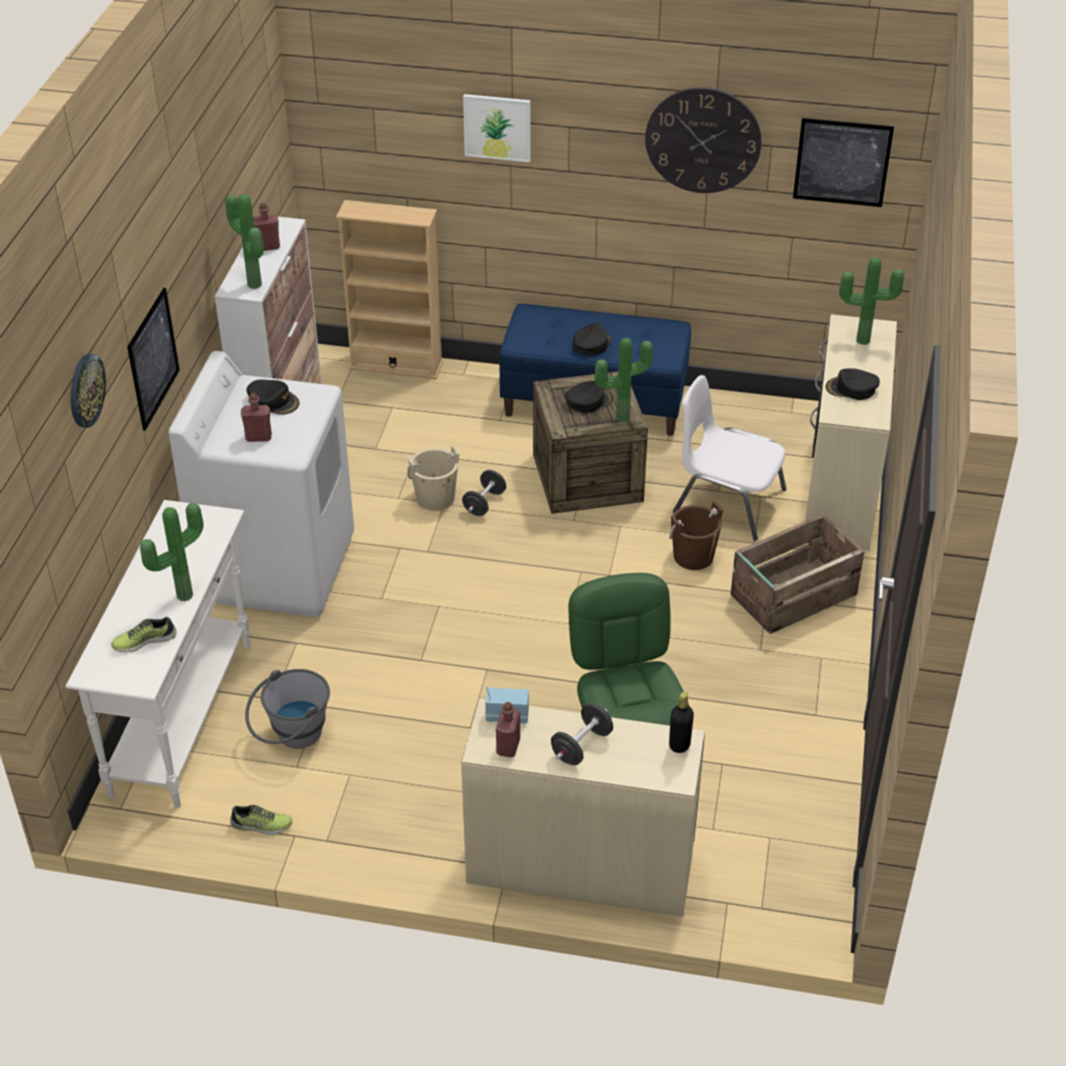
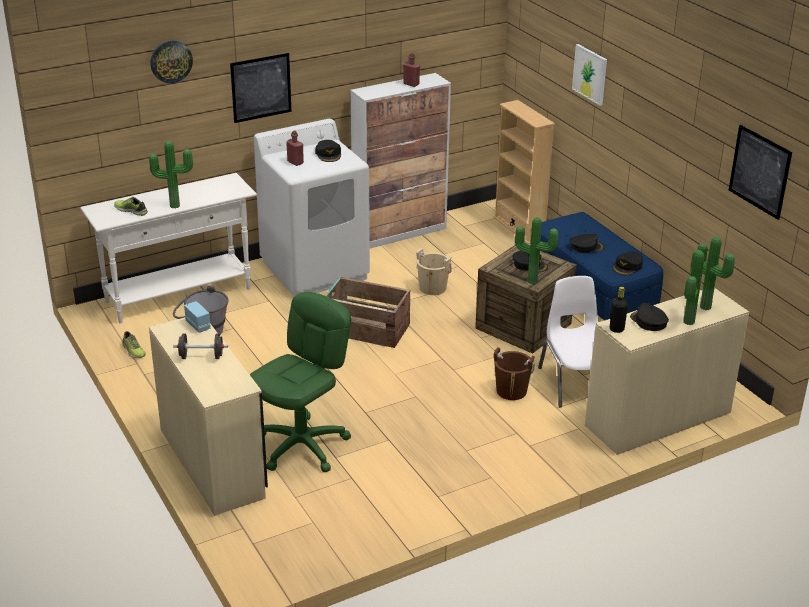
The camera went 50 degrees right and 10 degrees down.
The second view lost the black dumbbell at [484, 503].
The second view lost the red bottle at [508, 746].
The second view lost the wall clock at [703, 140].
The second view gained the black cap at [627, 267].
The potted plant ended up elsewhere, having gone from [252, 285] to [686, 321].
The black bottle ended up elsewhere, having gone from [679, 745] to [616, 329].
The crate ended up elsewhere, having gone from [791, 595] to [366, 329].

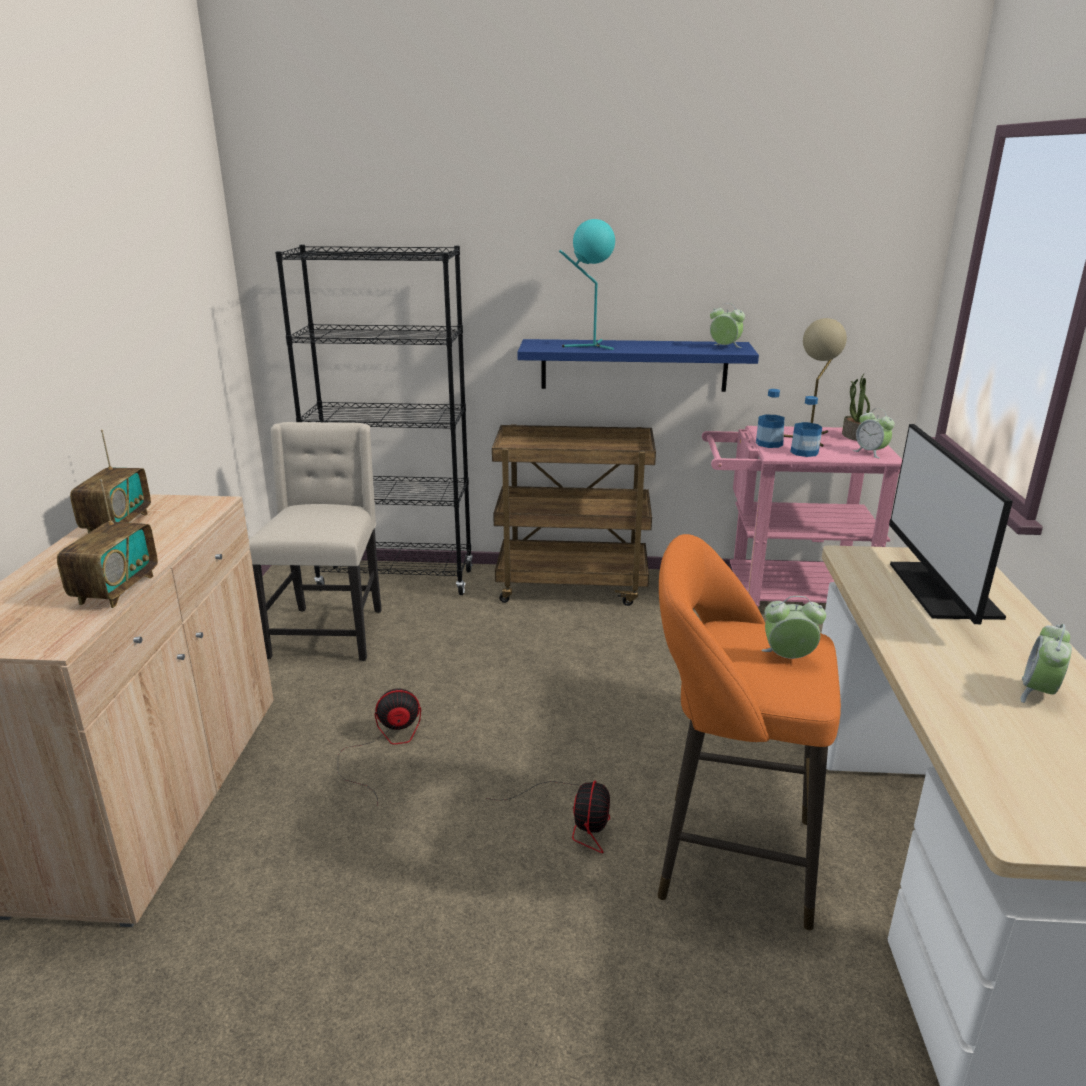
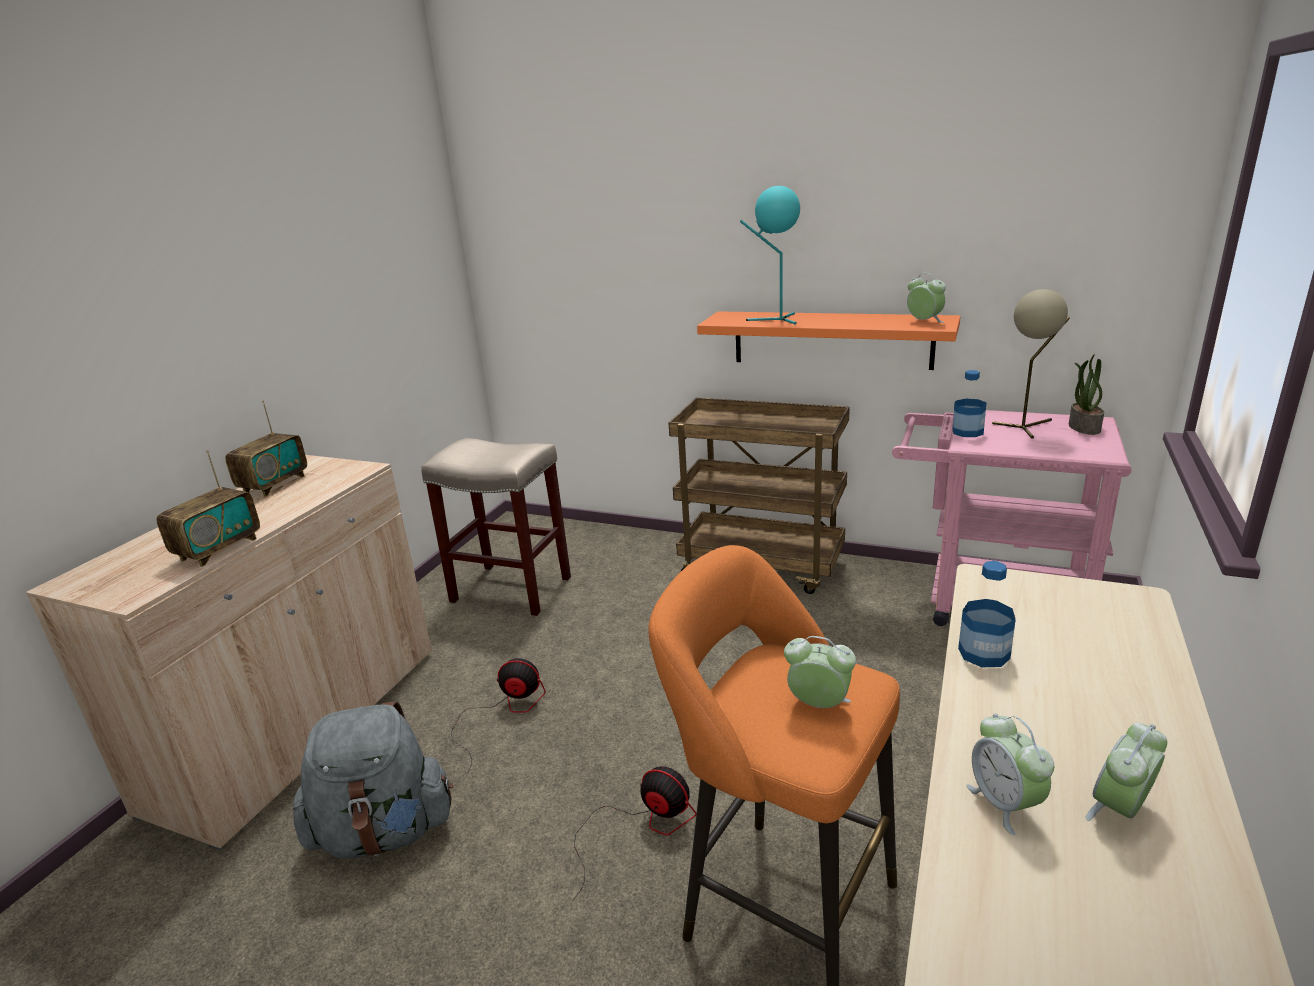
The camera went 20 degrees right and 0 degrees up.
The second view lost the black bookcase at [397, 580].
The second view lost the monitor at [941, 590].
The second view gained the grey backpack at [384, 832].
The bottle ended up elsewhere, having gone from [804, 452] to [984, 653].
The alarm clock ended up elsewhere, having gone from [870, 453] to [1004, 804].
Where the beige chair stood at [329, 632], the beige stool came to stand at [513, 589].
What was the blue shelf at [634, 365] turned into the orange shelf at [831, 339].
The fan at [575, 819] ended up facing another way, 90 degrees counterclockwise from before.

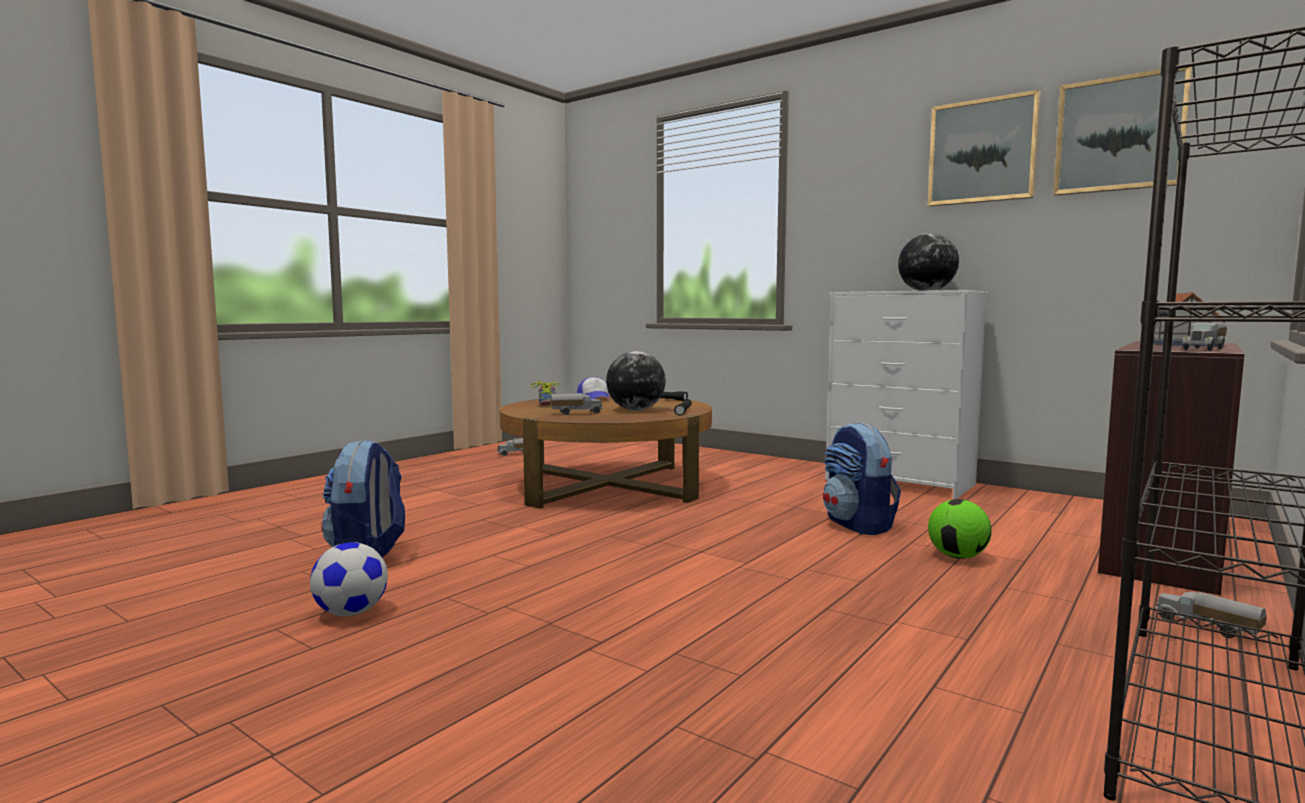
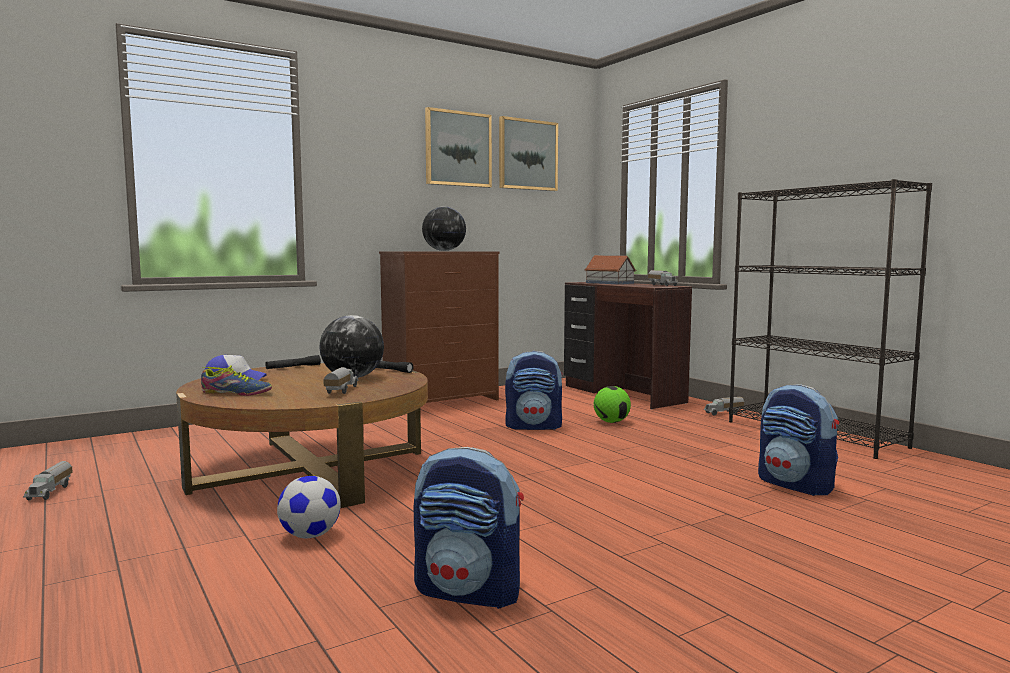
The camera went 70 degrees left and 0 degrees up.
The second view gained the backpack at [796, 485].
The football ended up elsewhere, having gone from [351, 613] to [310, 535].
What was the white dresser at [901, 482] turned into the brown dresser at [442, 400].

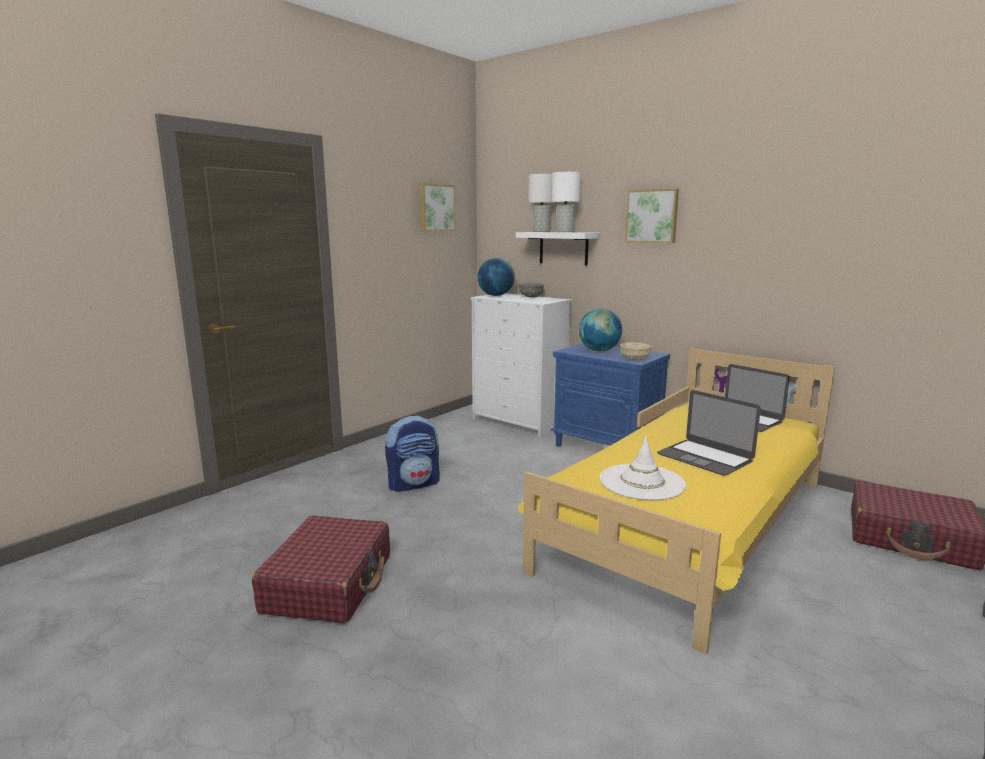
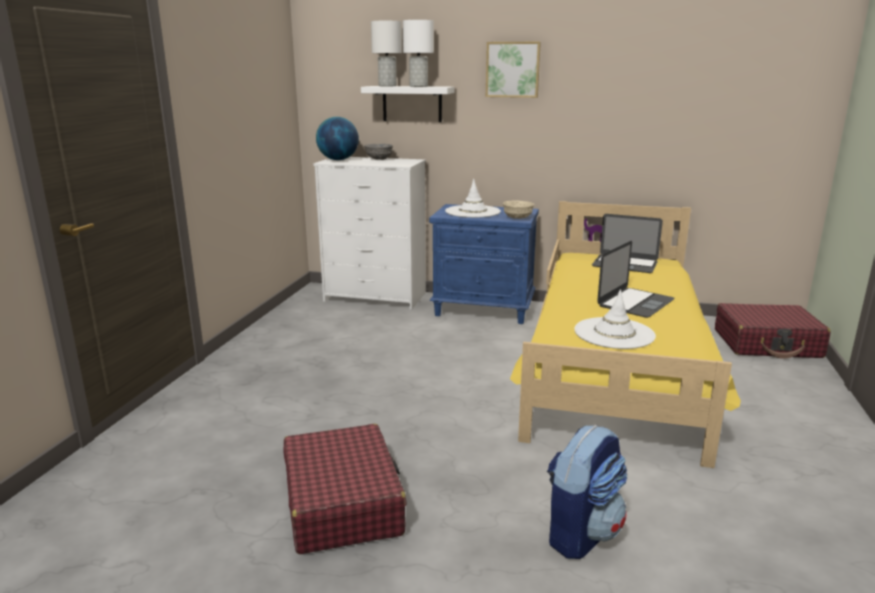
The camera went 25 degrees left and 5 degrees up.
The second view lost the picture at [436, 208].
The backpack ended up elsewhere, having gone from [414, 484] to [581, 533].
Where the globe stood at [599, 350], the white hat came to stand at [472, 212].
The laptop at [704, 457] ended up facing another way, 75 degrees counterclockwise from before.

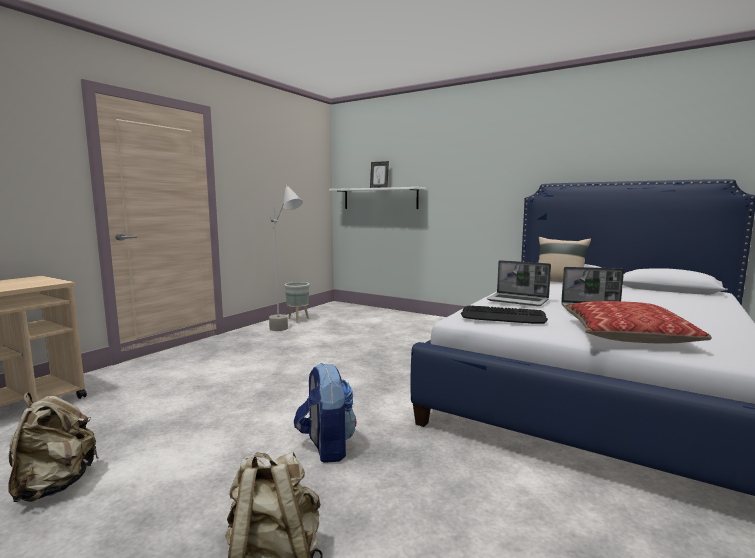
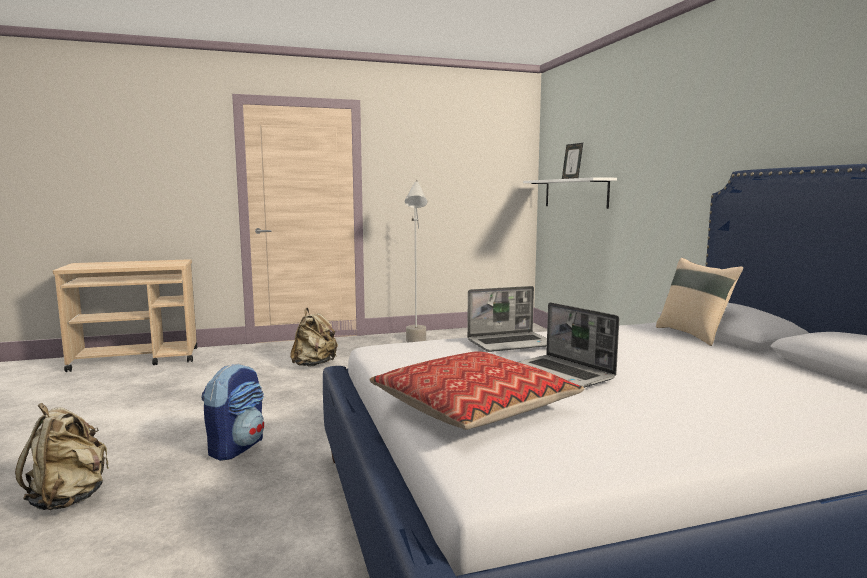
The camera went 40 degrees right and 0 degrees up.
The second view lost the grey planter at [298, 320].
The second view lost the keyboard at [503, 316].
The beige backpack ended up elsewhere, having gone from [54, 485] to [314, 365].
The laptop at [518, 301] ended up facing another way, 90 degrees counterclockwise from before.

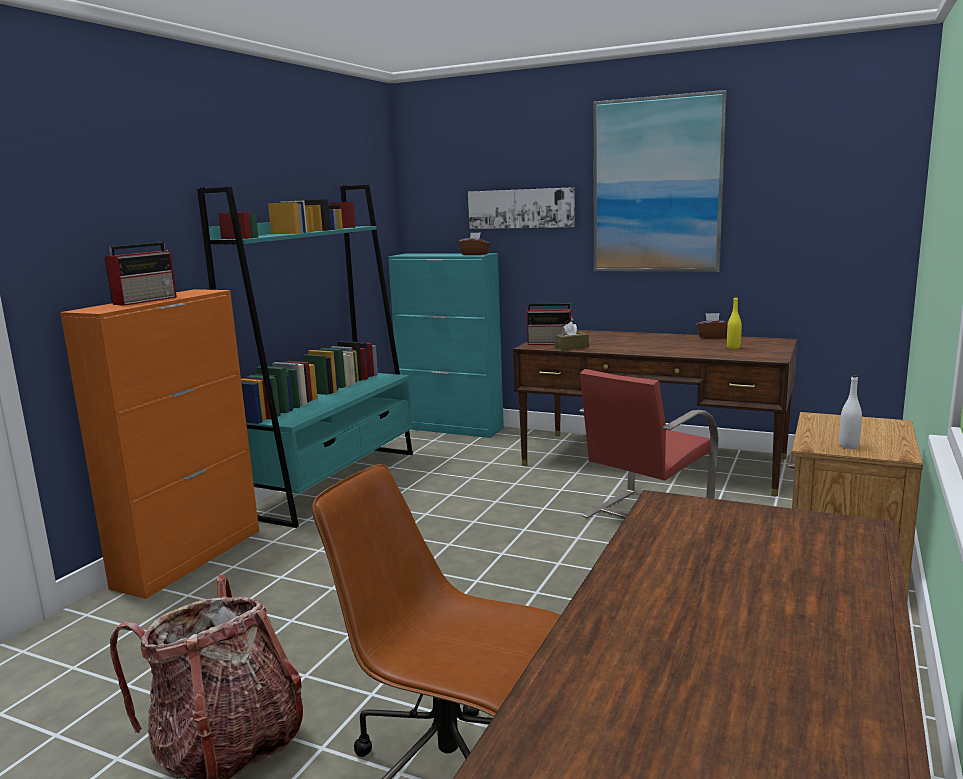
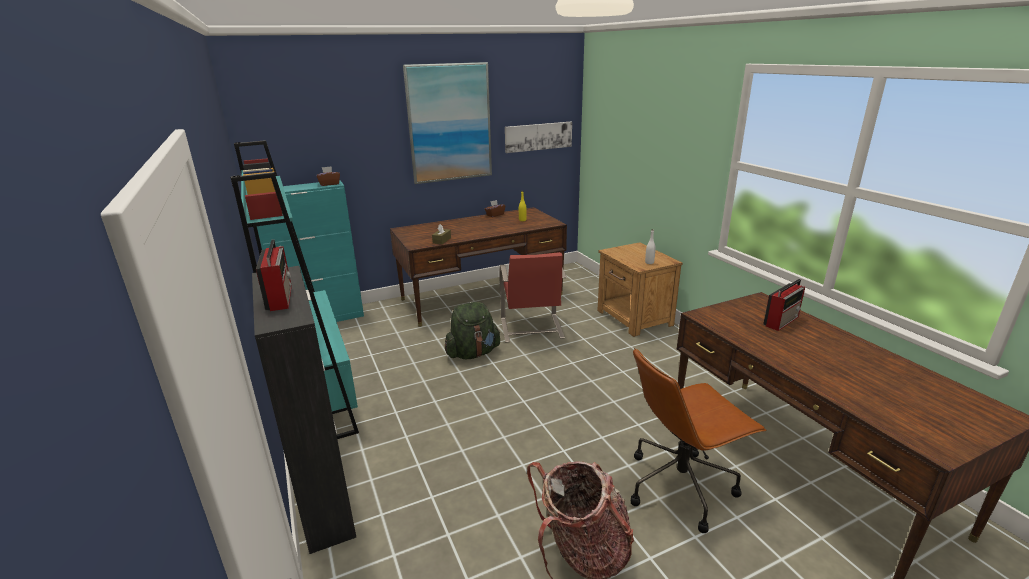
The camera went 50 degrees left and 10 degrees up.
The second view gained the green backpack at [473, 353].
The picture ended up elsewhere, having gone from [521, 208] to [538, 136].
The radio ended up elsewhere, having gone from [550, 343] to [782, 321].
What was the orange cabinet at [190, 557] turned into the black cabinet at [324, 495].

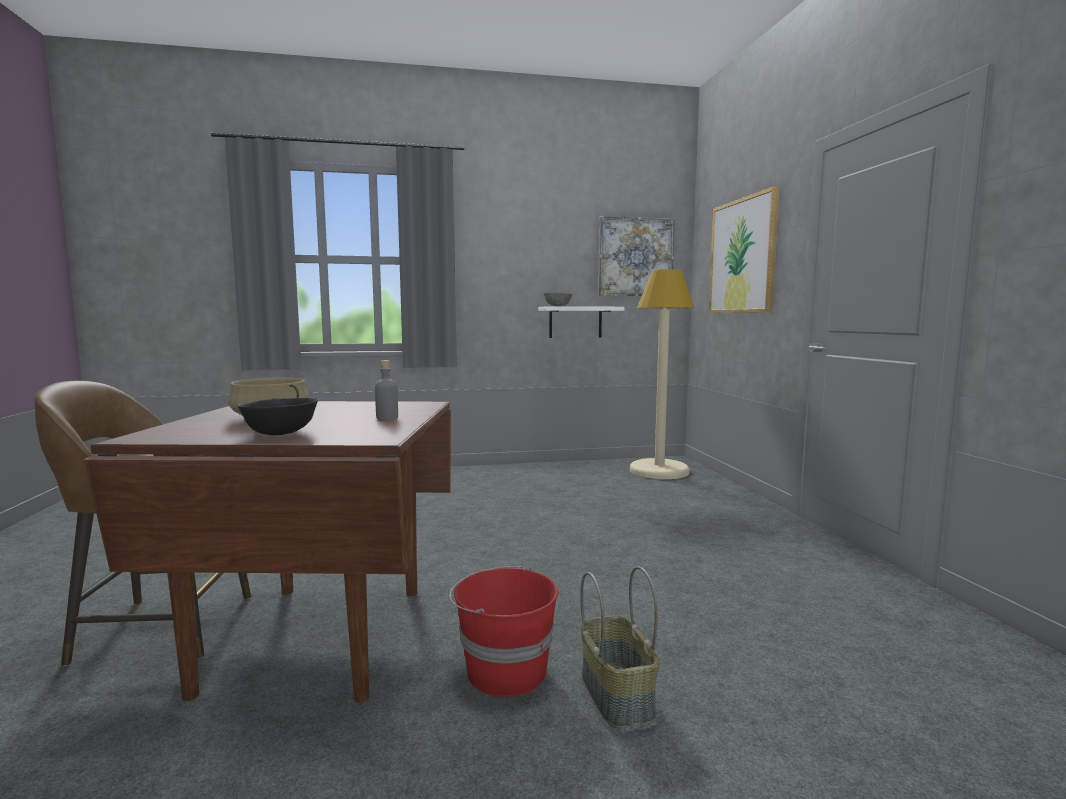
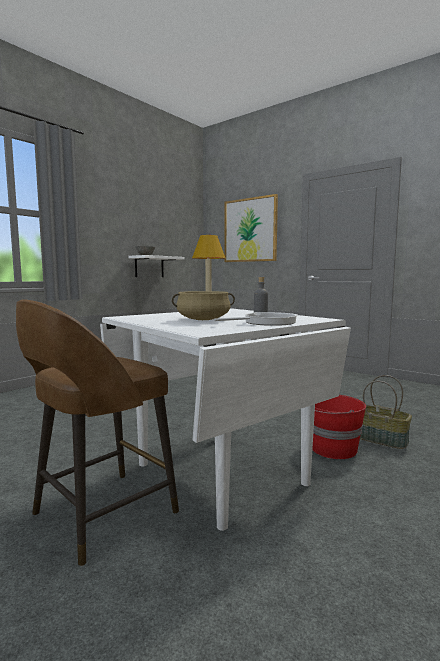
The camera went 40 degrees left and 0 degrees up.
The second view lost the picture at [635, 257].
Where the black bowl stood at [280, 434], the frying pan came to stand at [266, 322].
What was the brown dining table at [316, 636] turned into the white dining table at [219, 474].

